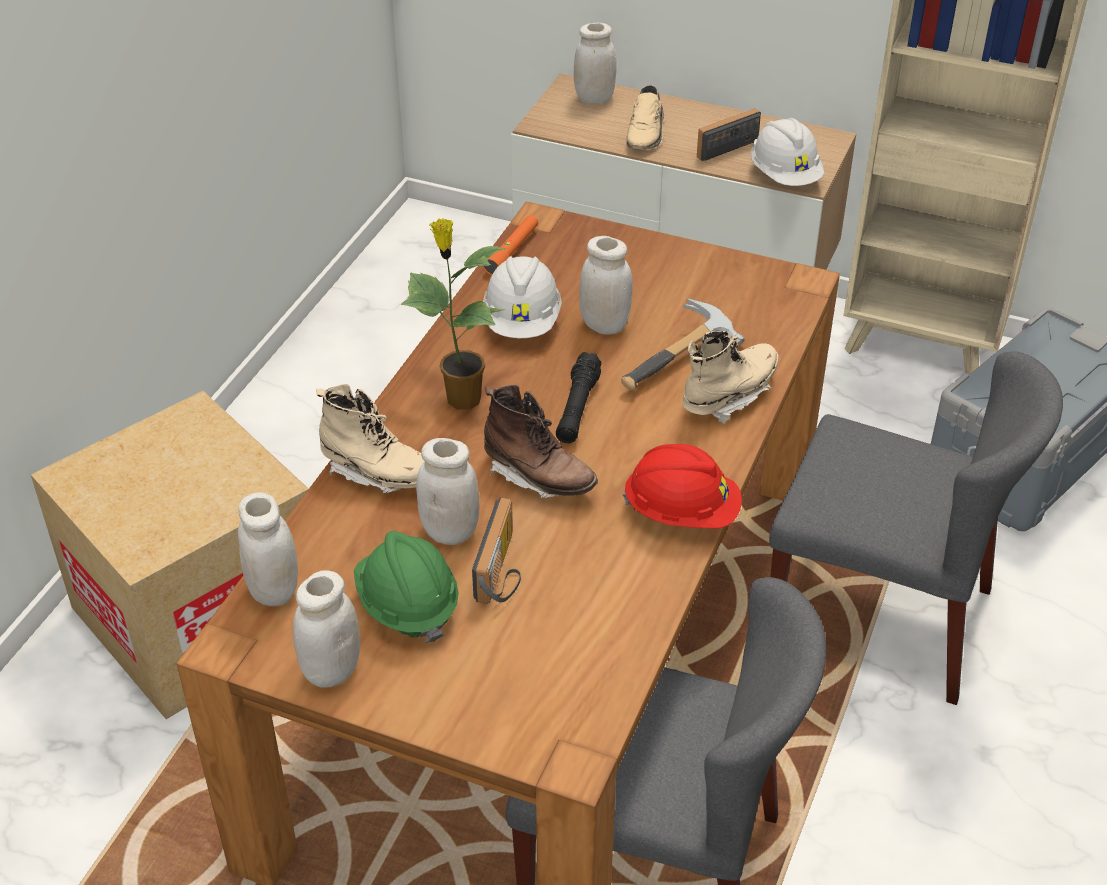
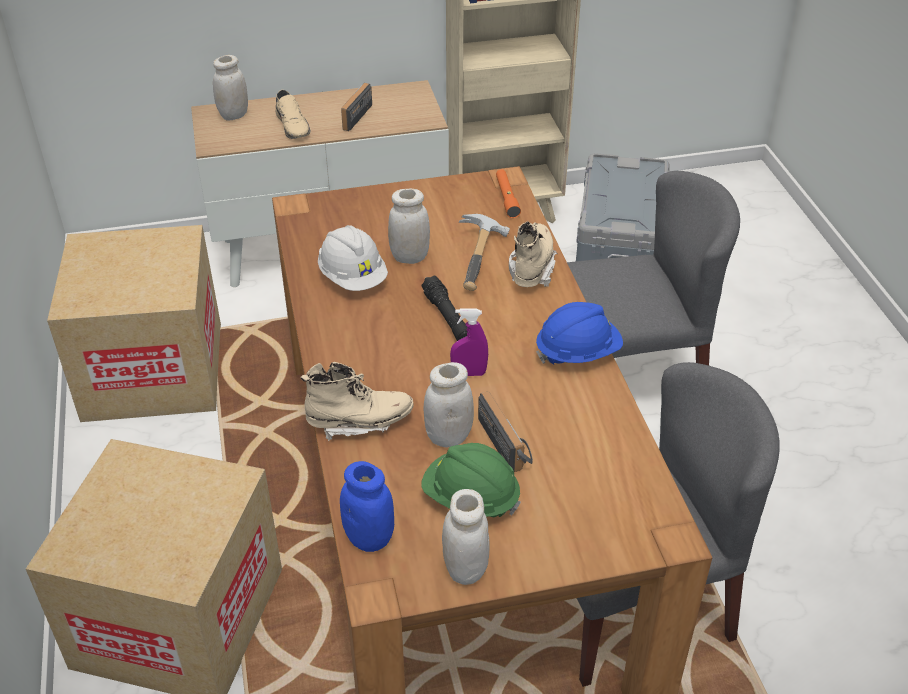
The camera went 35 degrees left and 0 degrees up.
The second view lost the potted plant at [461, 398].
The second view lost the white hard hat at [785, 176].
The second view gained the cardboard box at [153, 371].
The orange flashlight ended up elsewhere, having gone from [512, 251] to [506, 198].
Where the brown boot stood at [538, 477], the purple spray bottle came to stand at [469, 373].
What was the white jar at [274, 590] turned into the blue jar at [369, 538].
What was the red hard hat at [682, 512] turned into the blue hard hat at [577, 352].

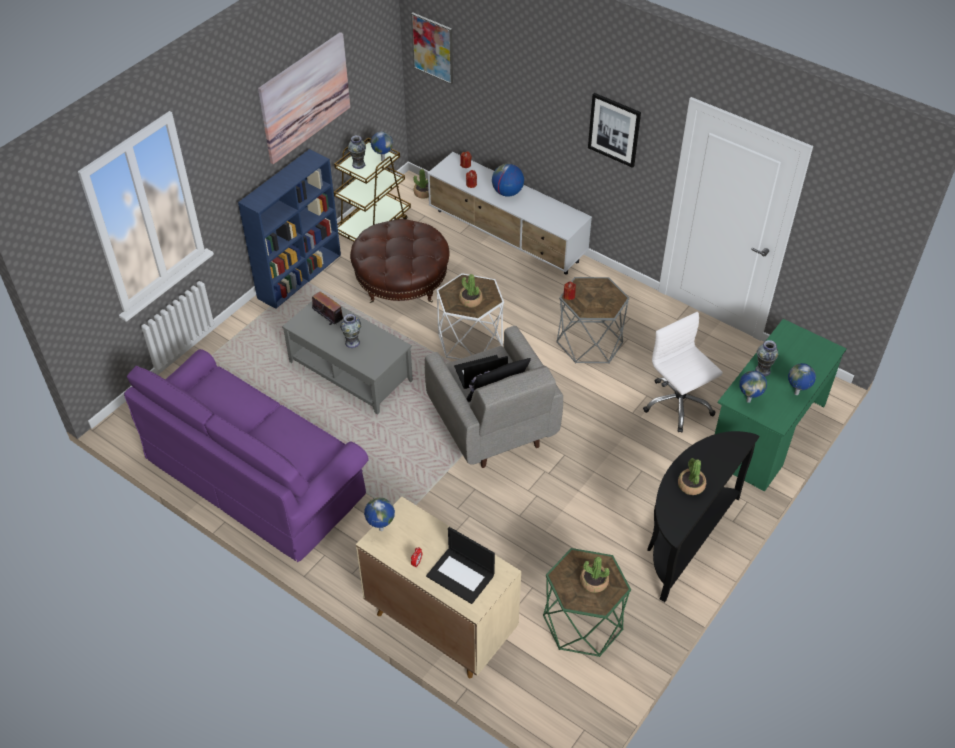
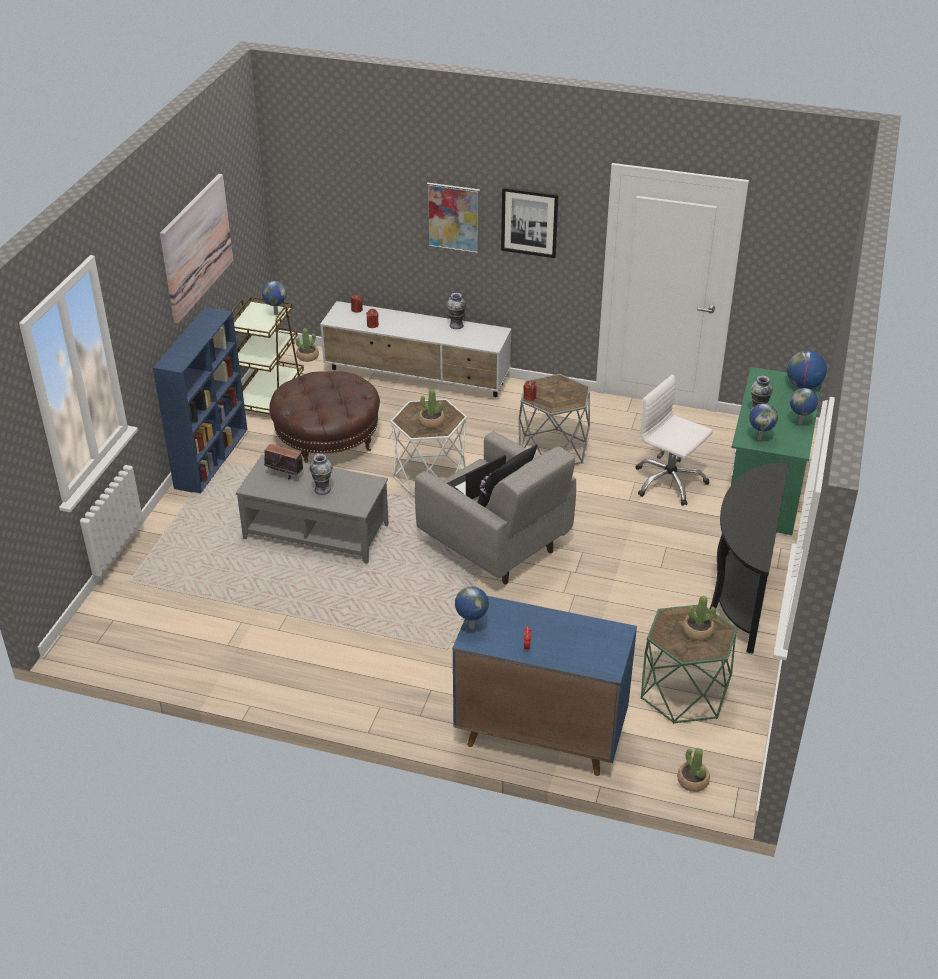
The camera went 20 degrees left and 10 degrees down.
The second view lost the purple sofa at [255, 475].
The second view lost the laptop at [461, 575].
The vase ended up elsewhere, having gone from [358, 164] to [456, 325].
The picture ended up elsewhere, having gone from [433, 48] to [454, 217].
The globe ended up elsewhere, having gone from [507, 192] to [803, 386].
The potted plant ended up elsewhere, having gone from [691, 485] to [692, 781].
What was the beige cabinet at [439, 624] turned into the blue cabinet at [539, 735].

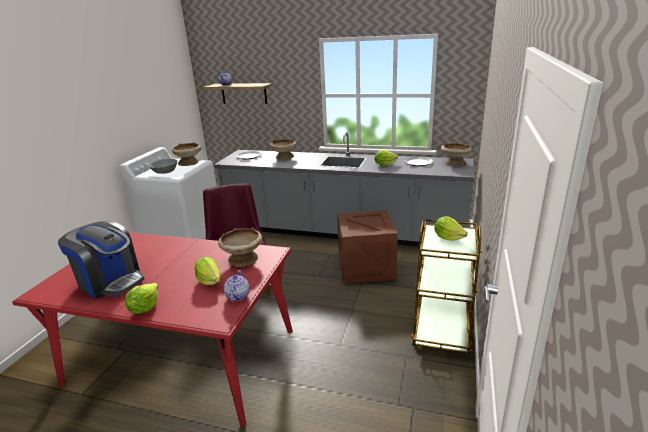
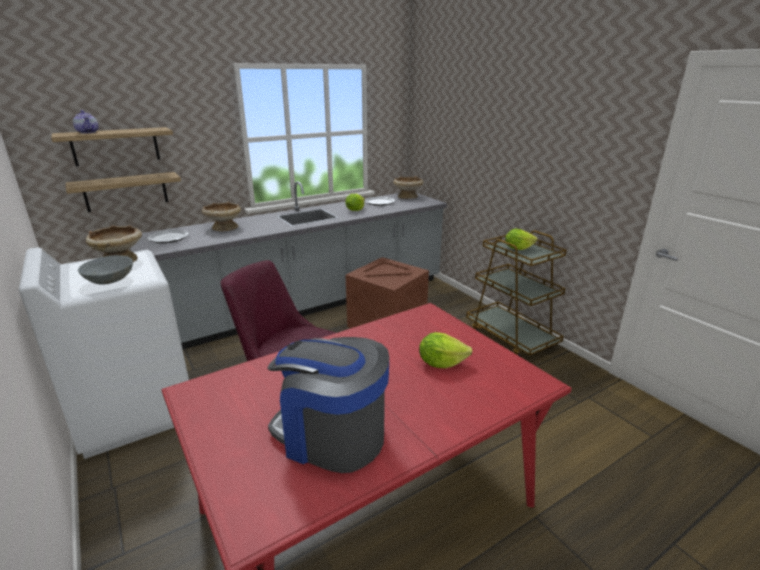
The camera went 50 degrees left and 0 degrees up.
The second view lost the lettuce at [145, 308].
The second view lost the beige bowl at [243, 258].
The second view lost the teapot at [237, 296].
The second view gained the shelf at [126, 192].
The coffee machine at [110, 281] ended up facing another way, 135 degrees counterclockwise from before.

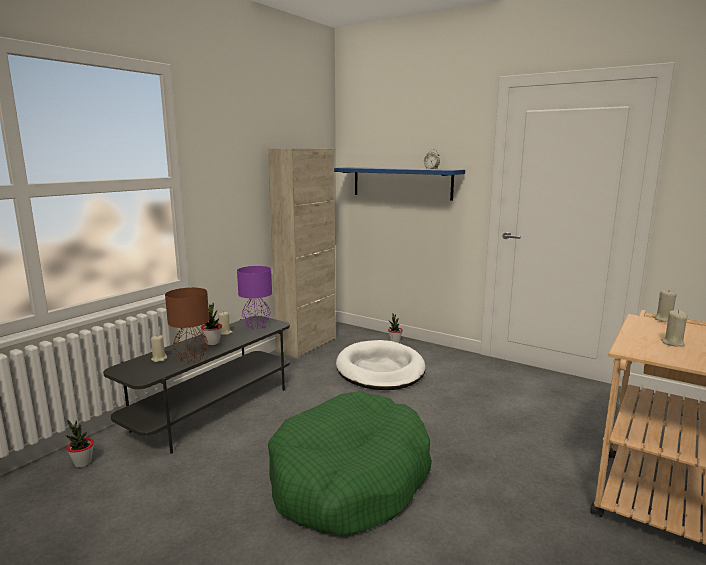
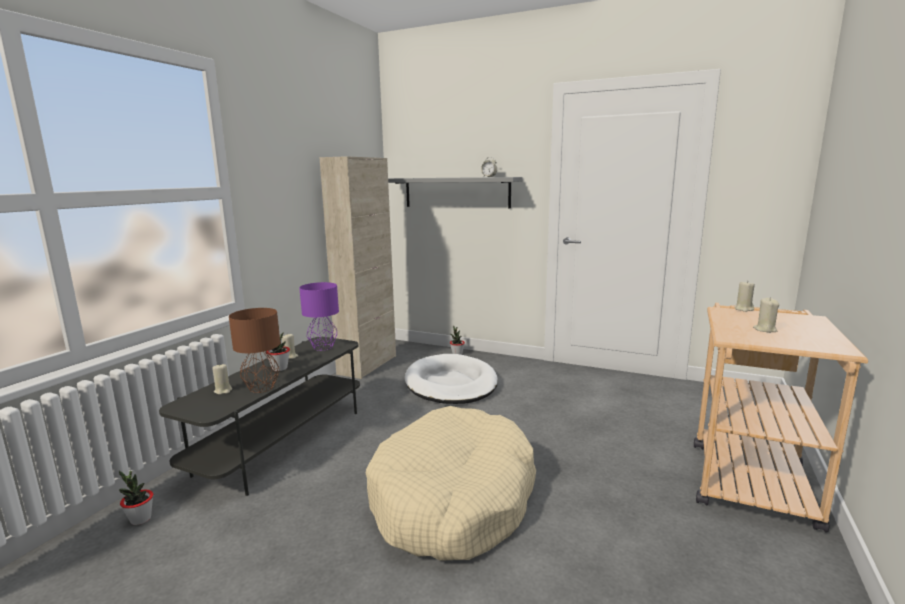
The camera went 10 degrees left and 0 degrees up.
What was the green dog bed at [349, 479] turned into the beige dog bed at [453, 499].
What was the blue shelf at [401, 183] turned into the grey shelf at [456, 192].

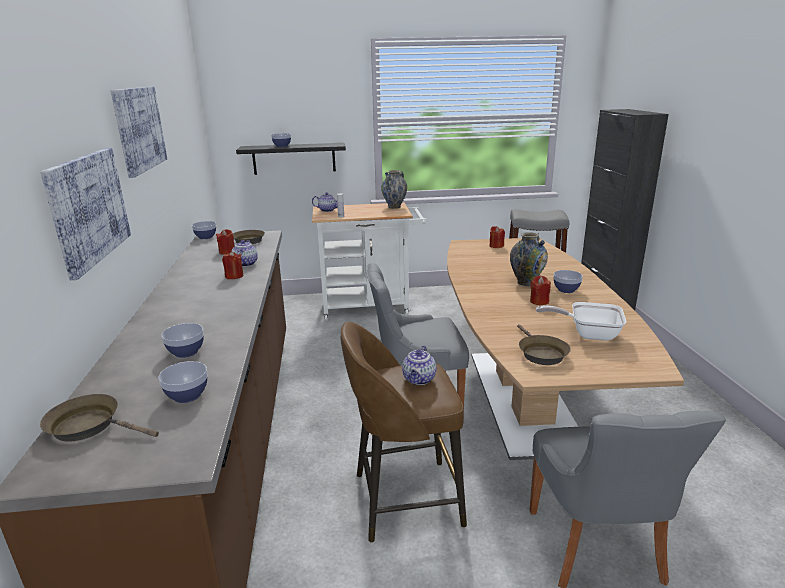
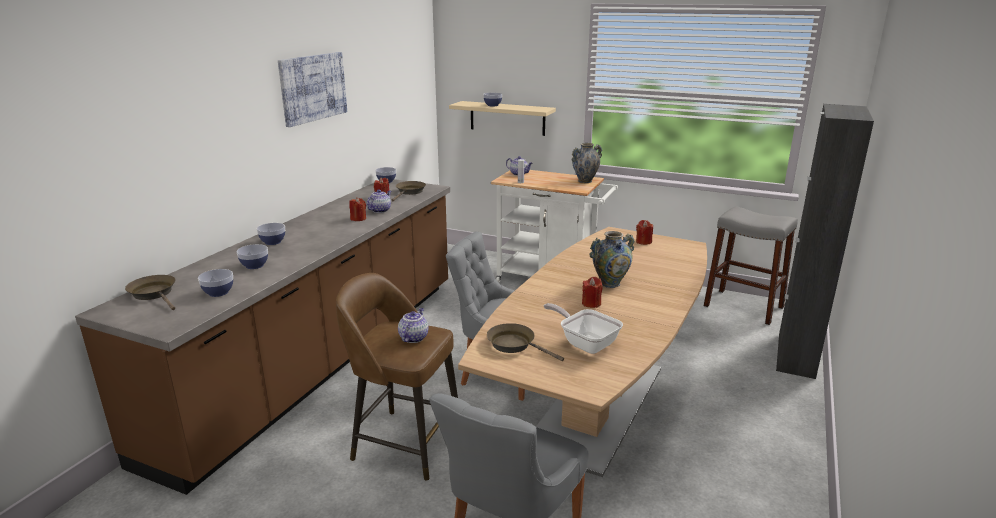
The camera went 30 degrees right and 0 degrees up.
The second view lost the picture at [88, 208].
The bowl ended up elsewhere, having gone from [566, 290] to [273, 242].
What was the black shelf at [294, 158] turned into the beige shelf at [507, 118].
The teapot at [419, 379] ended up facing another way, 150 degrees clockwise from before.
The brown frying pan at [540, 353] ended up facing another way, 105 degrees clockwise from before.

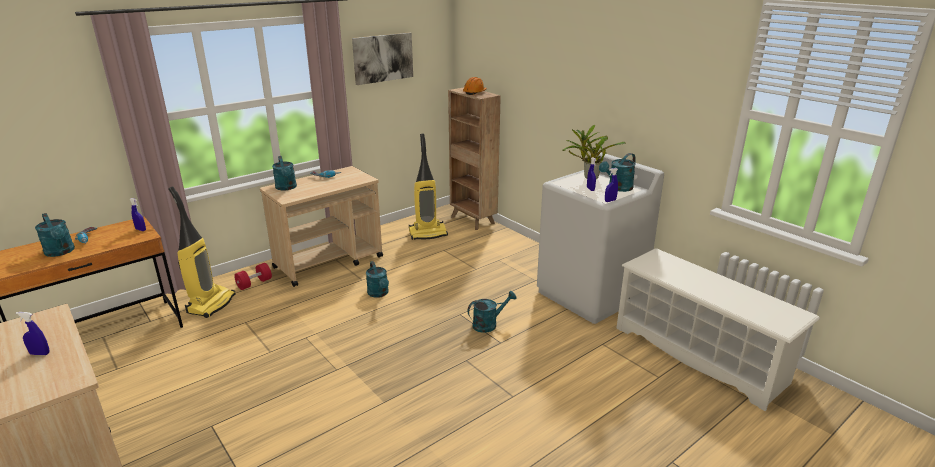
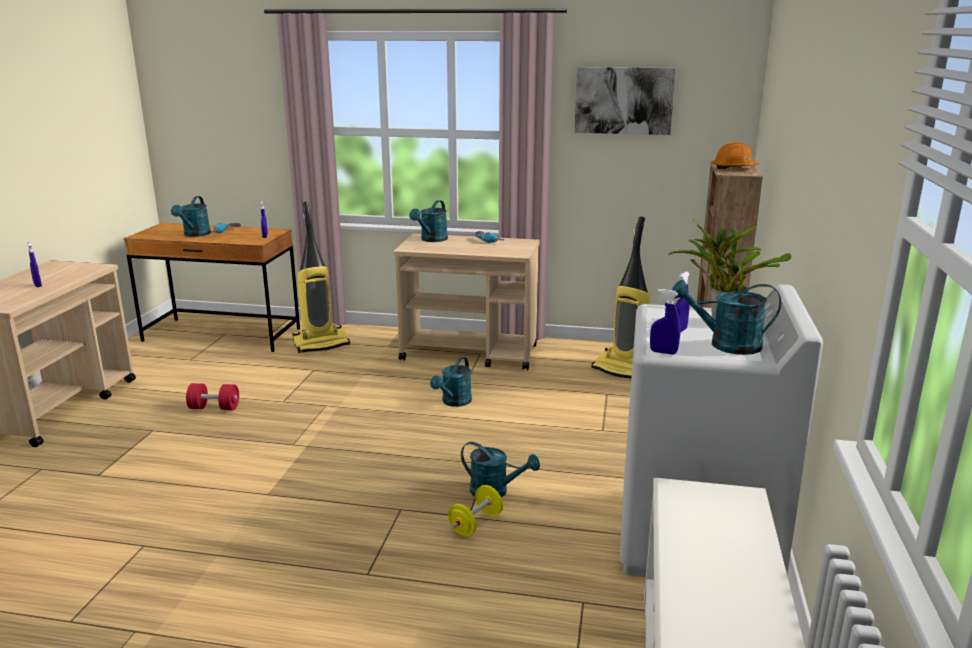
The camera went 50 degrees right and 5 degrees down.
The second view gained the yellow dumbbell at [475, 524].
The red dumbbell ended up elsewhere, having gone from [254, 283] to [214, 408].

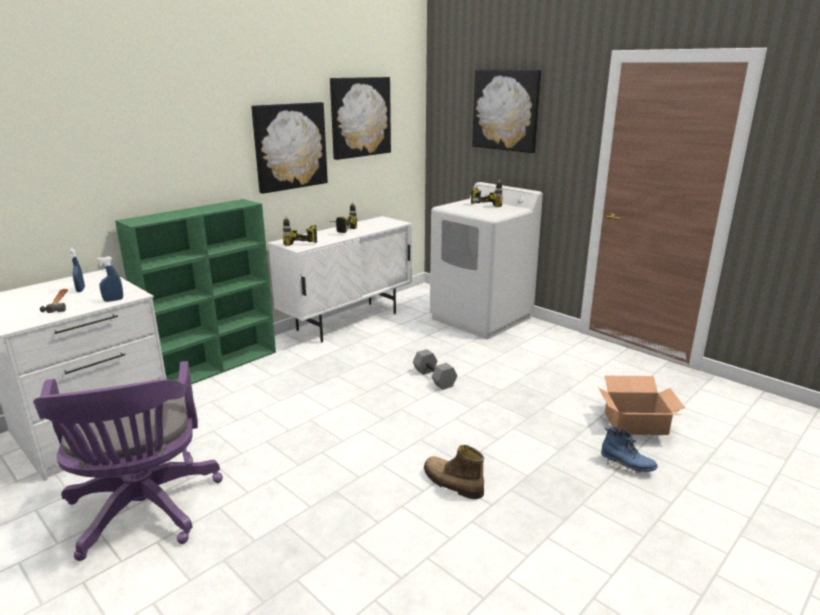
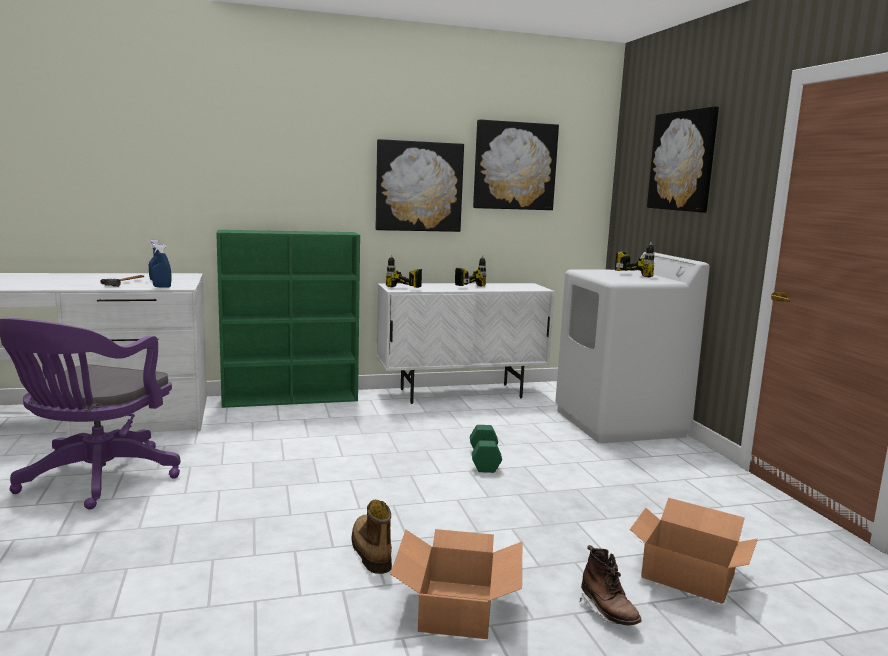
The camera went 30 degrees right and 10 degrees down.
The second view gained the cardboard box at [455, 609].
What was the grey dumbbell at [435, 378] turned into the green dumbbell at [485, 460].
What was the blue boot at [626, 466] turned into the brown boot at [608, 613].

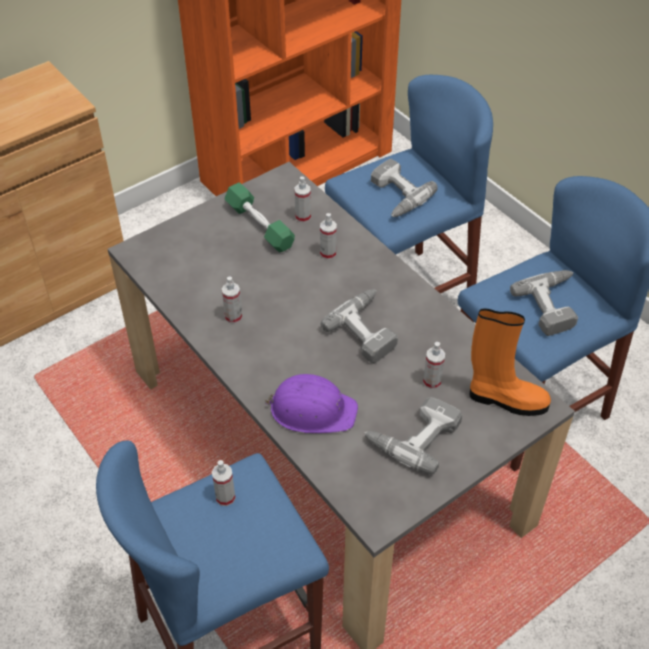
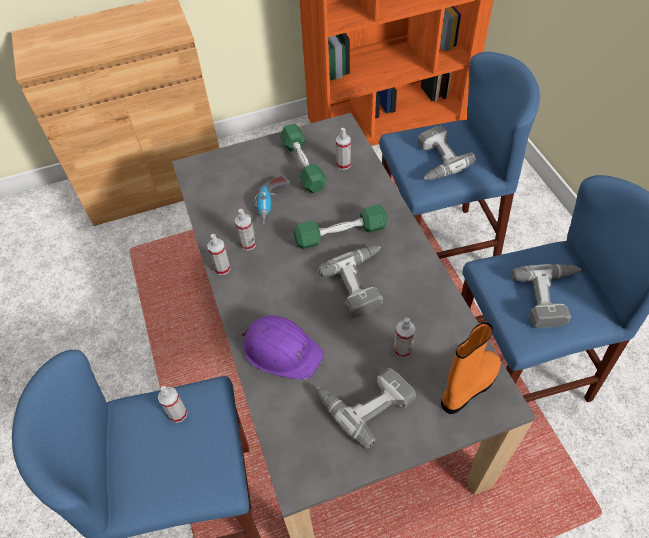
The camera went 20 degrees right and 5 degrees up.
The second view gained the power drill at [272, 204].
The second view gained the green dumbbell at [341, 234].
The spray bottle ended up elsewhere, having gone from [328, 253] to [222, 268].
The orange boot at [505, 399] ended up facing another way, 75 degrees counterclockwise from before.

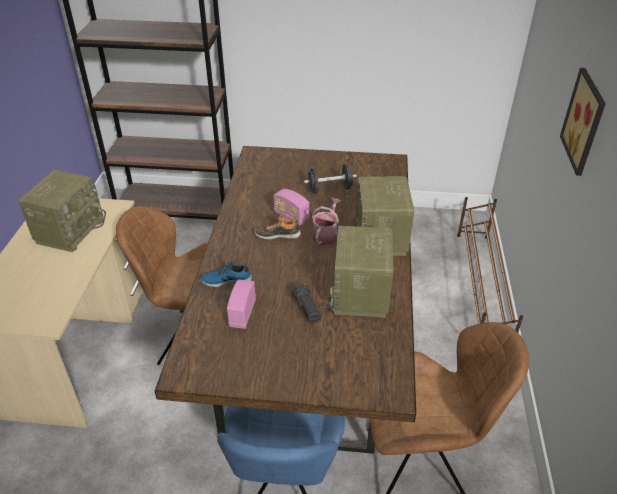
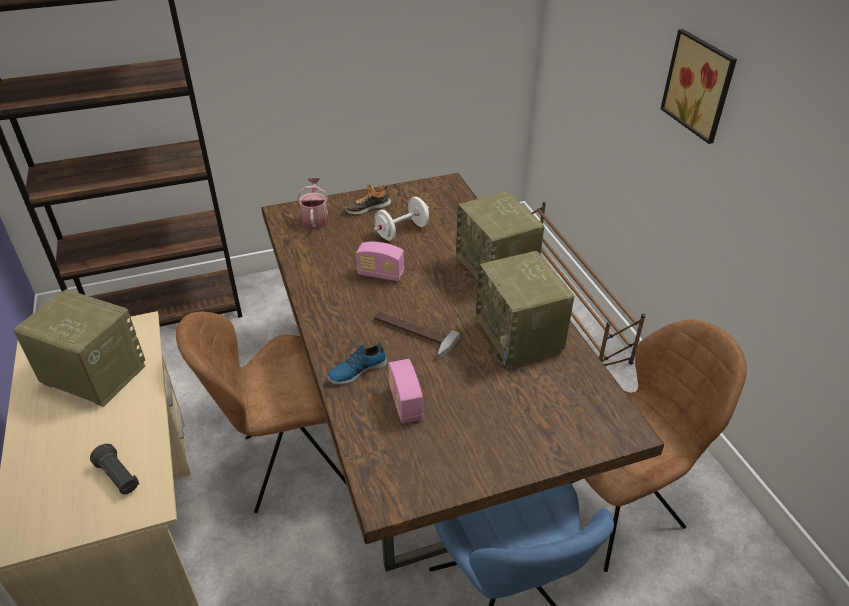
The camera went 25 degrees left and 0 degrees up.
The second view gained the hammer at [411, 334].
The shoe ended up elsewhere, having gone from [278, 234] to [367, 207].
The black flashlight ended up elsewhere, having gone from [307, 310] to [118, 477].
The watering can ended up elsewhere, having gone from [326, 235] to [315, 219].
What was the black dumbbell at [330, 189] turned into the white dumbbell at [402, 231].
The radio at [70, 230] ended up facing another way, 60 degrees counterclockwise from before.

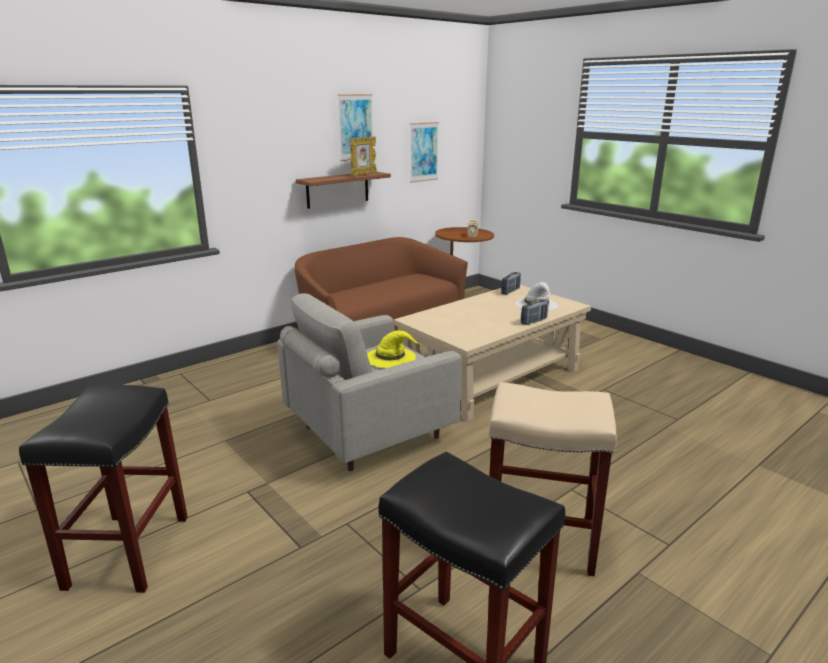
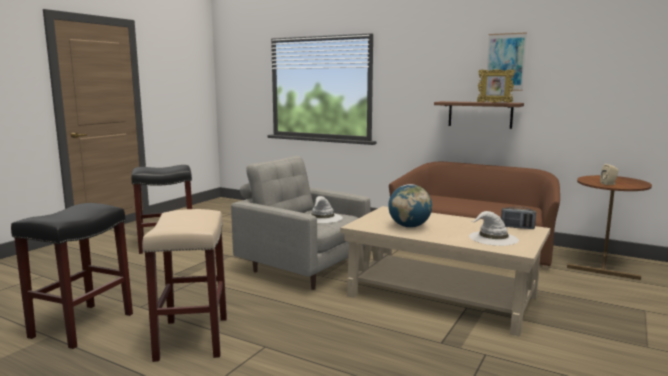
The camera went 70 degrees right and 10 degrees down.
The second view lost the picture at [423, 152].
The second view lost the radio at [534, 321].
The second view gained the globe at [409, 226].
What was the yellow hat at [391, 357] turned into the white hat at [322, 218].

